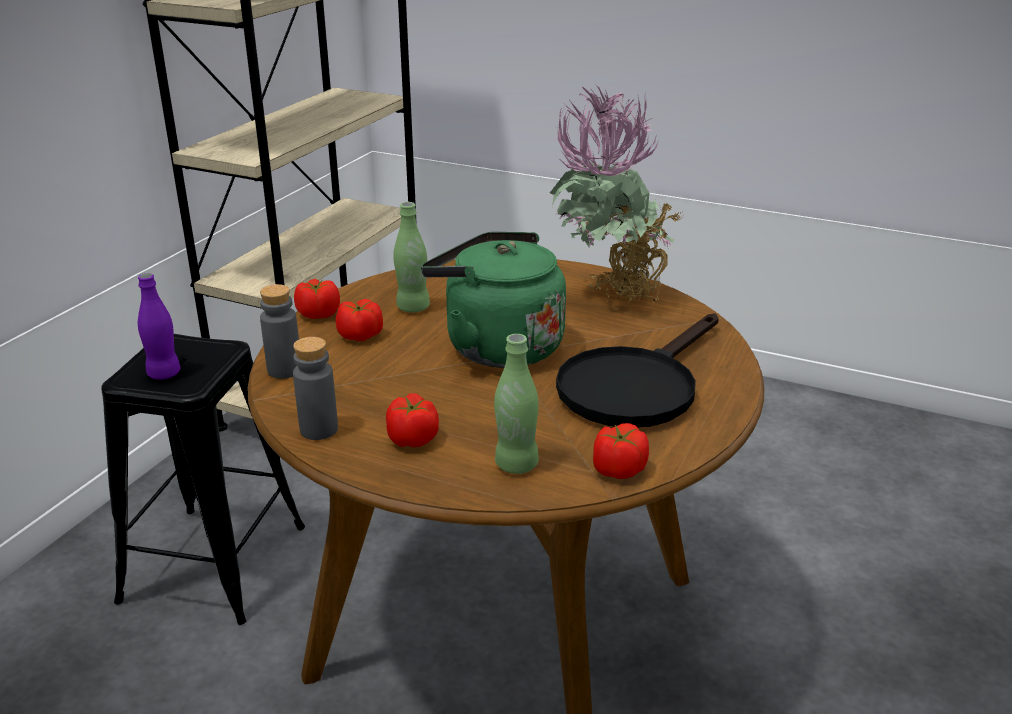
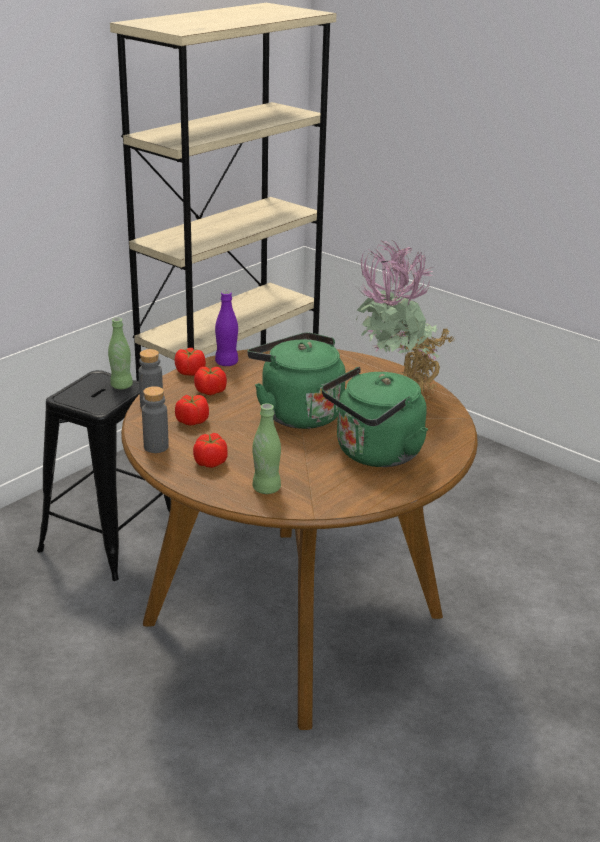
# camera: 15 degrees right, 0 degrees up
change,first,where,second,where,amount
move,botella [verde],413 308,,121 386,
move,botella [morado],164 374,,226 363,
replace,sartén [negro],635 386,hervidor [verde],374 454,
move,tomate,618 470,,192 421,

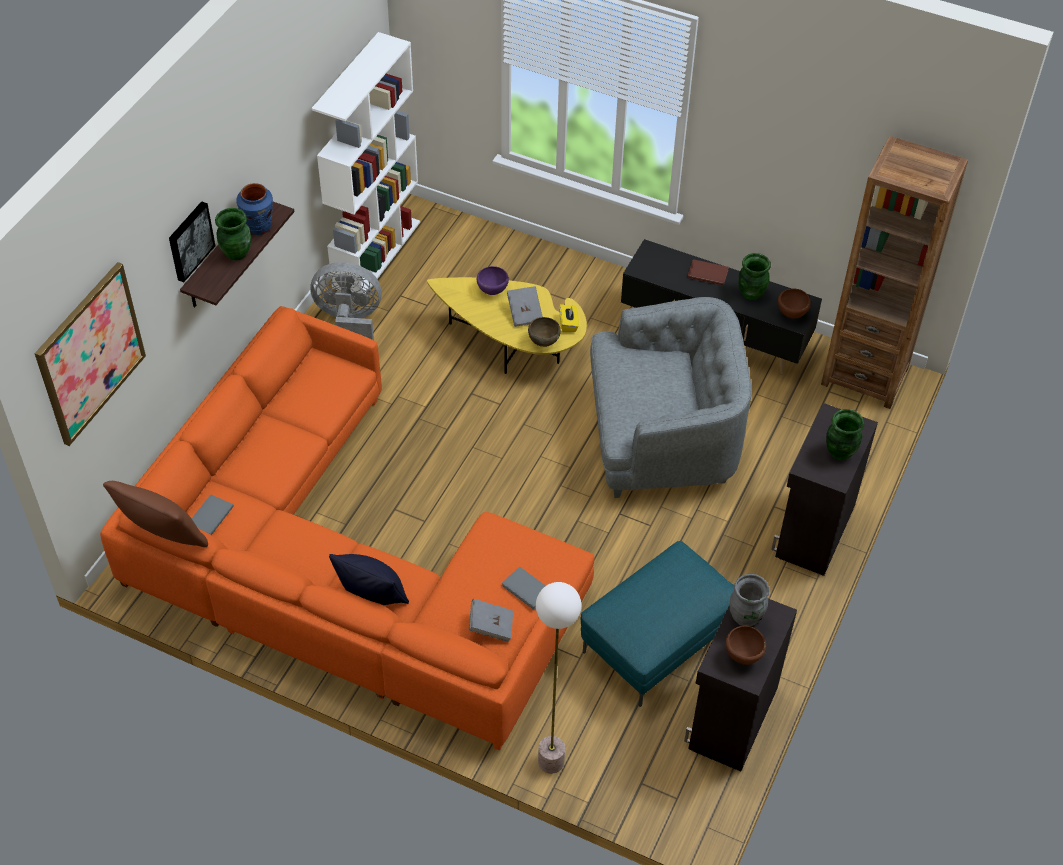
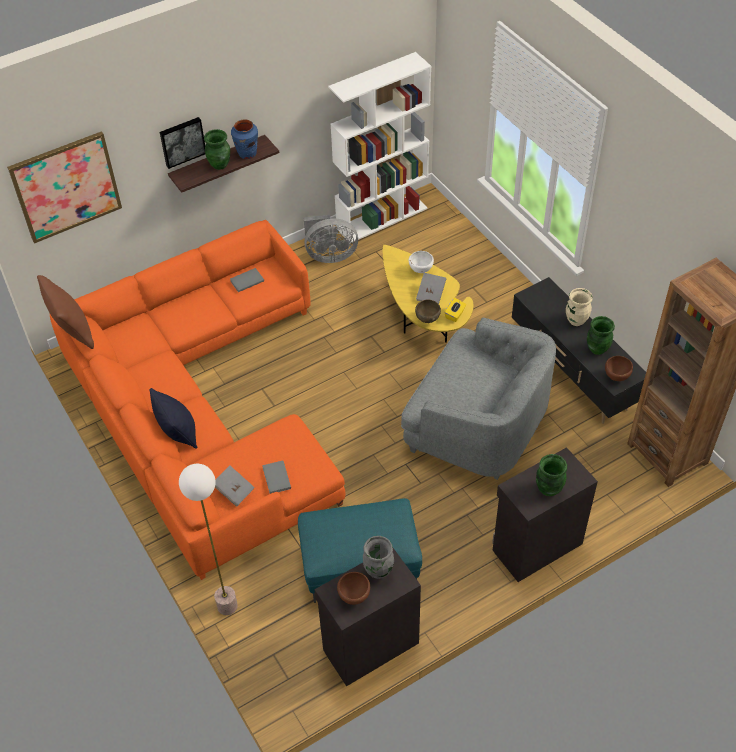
# camera: 35 degrees right, 0 degrees up
change,first,where,second,where,amount
replace,libro [marrón],707 273,florero [beis],576 320,
rotate,ventilador [gris],349 322,,329 255,135 degrees clockwise
recolor,cuenco [morado],492 291,cuenco [blanco],420 270,
move,libro [gris],209 516,,246 281,

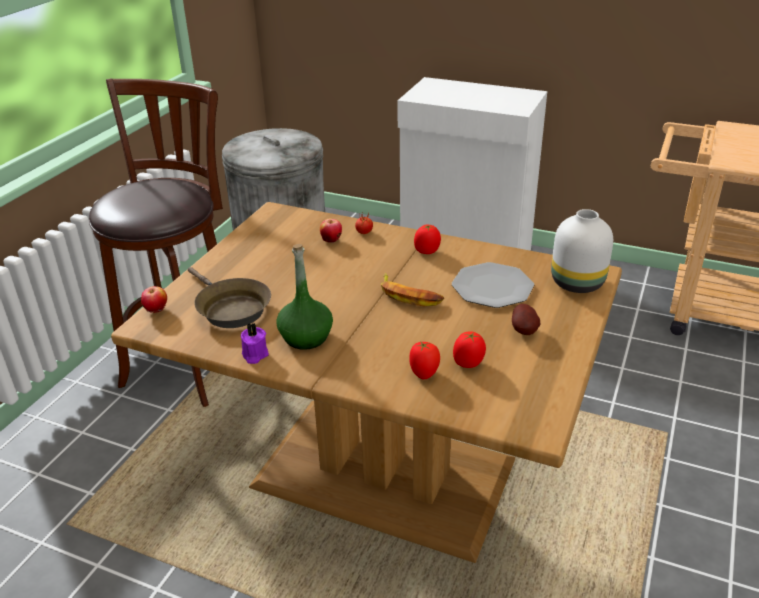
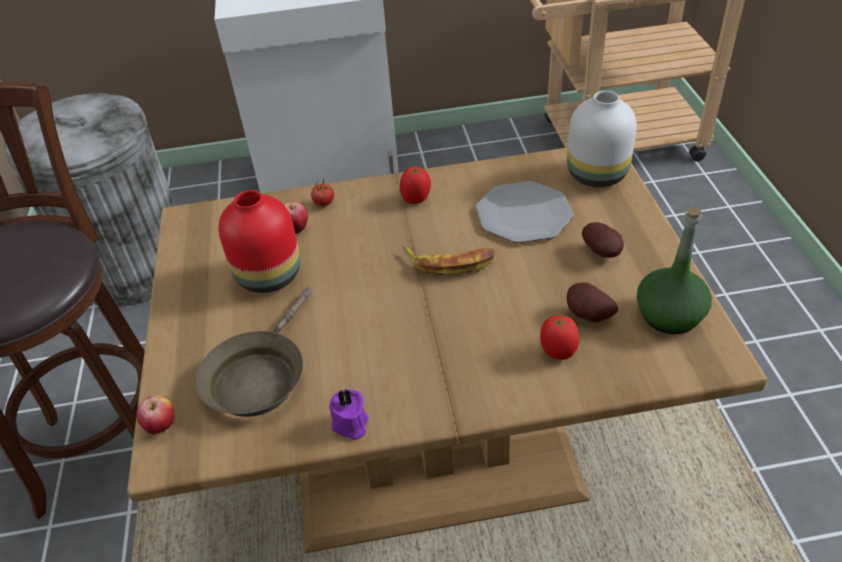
# camera: 30 degrees left, 10 degrees up
change,first,where,second,where,amount
move,botella [verde],305 337,,669 315,
rotate,sartén [marrón],230 308,,258 376,90 degrees clockwise
replace,tomate,468 363,patata,587 316,
insert,,,florero [rojo],270 276,

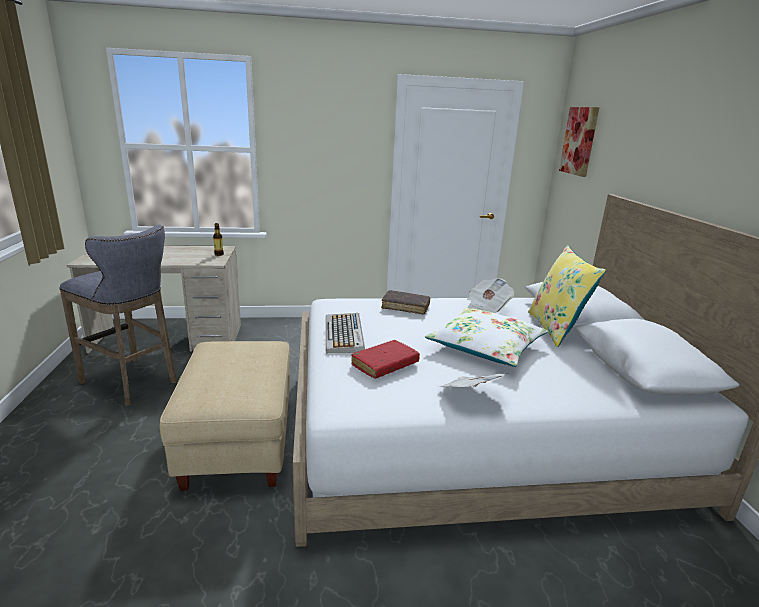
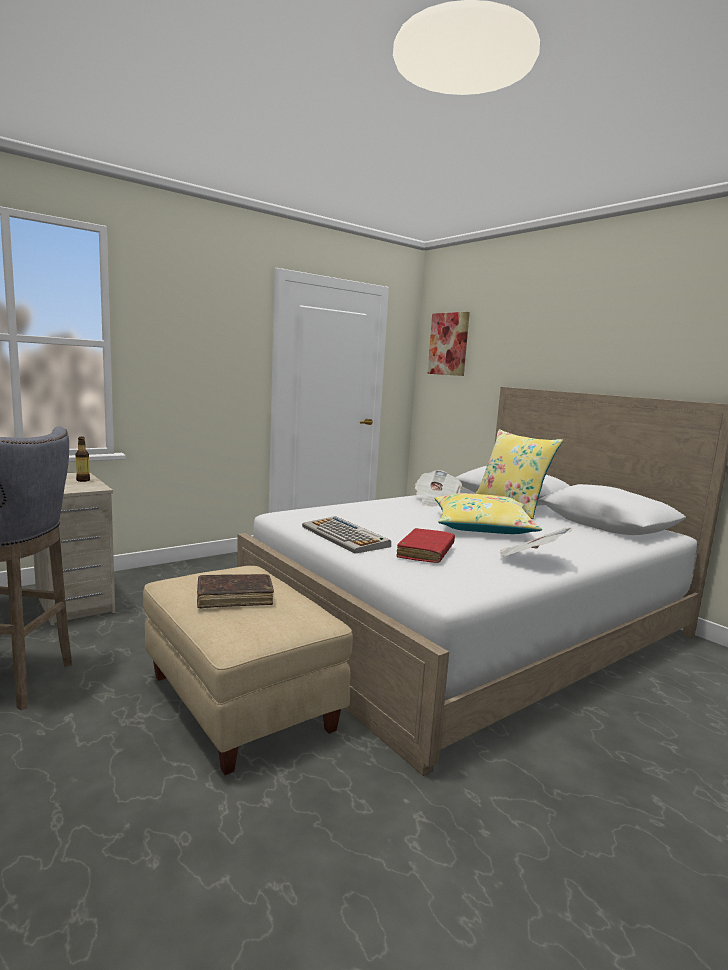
# camera: 30 degrees left, 10 degrees down
change,first,where,second,where,amount
move,libro [marrón],405 307,,235 598,
recolor,cojín [blanco],485 347,cojín [amarillo],482 527,

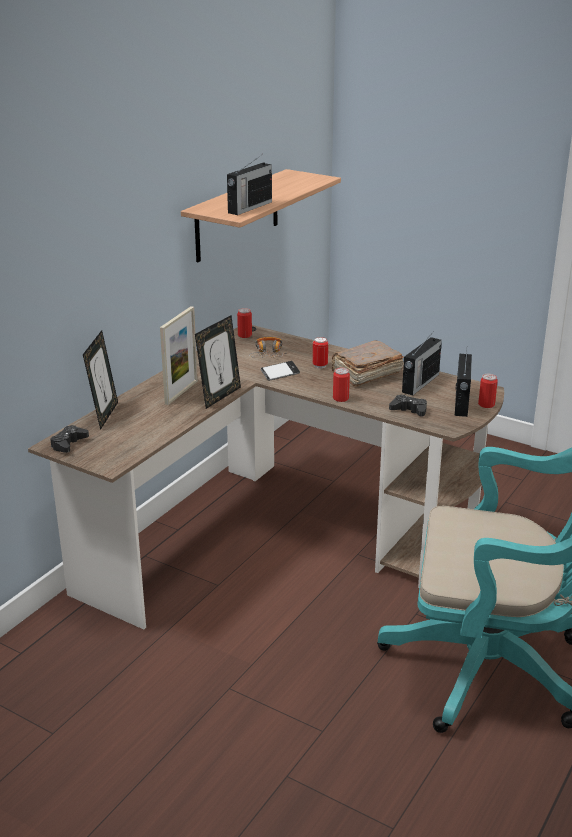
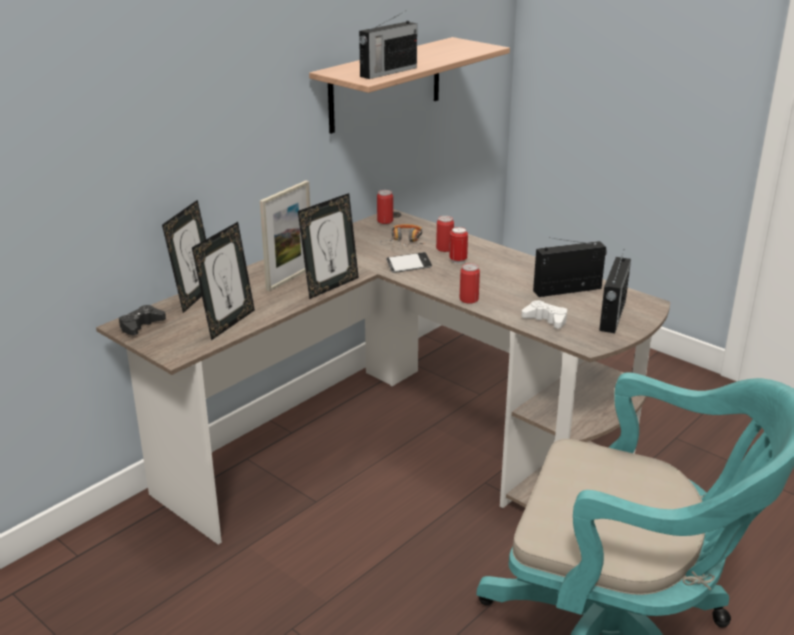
# camera: 10 degrees right, 0 degrees up
change,first,where,second,where,amount
rotate,radio,419 383,,568 289,150 degrees counterclockwise
delete,libro [marrón],365 374,,,
move,lata,486 404,,444 248,
recolor,mando de consola [negro],409 410,mando de consola [blanco],546 320,
insert,,,portarretratos,228 323,

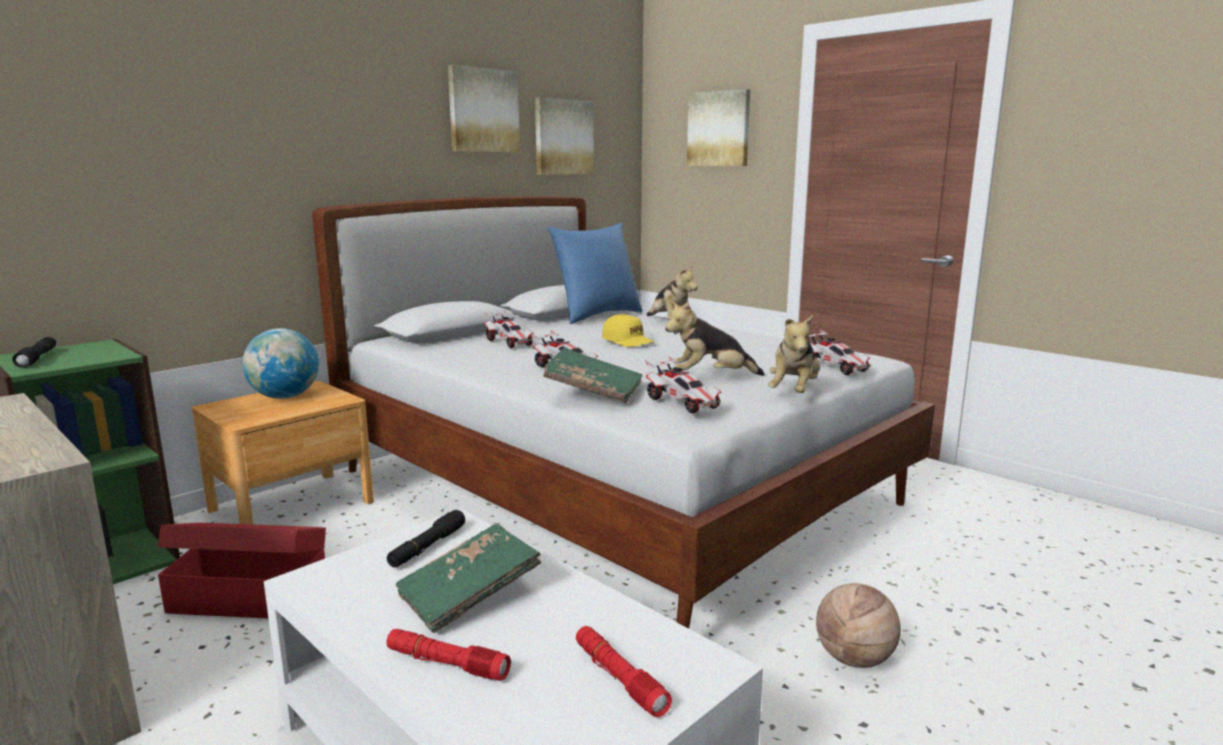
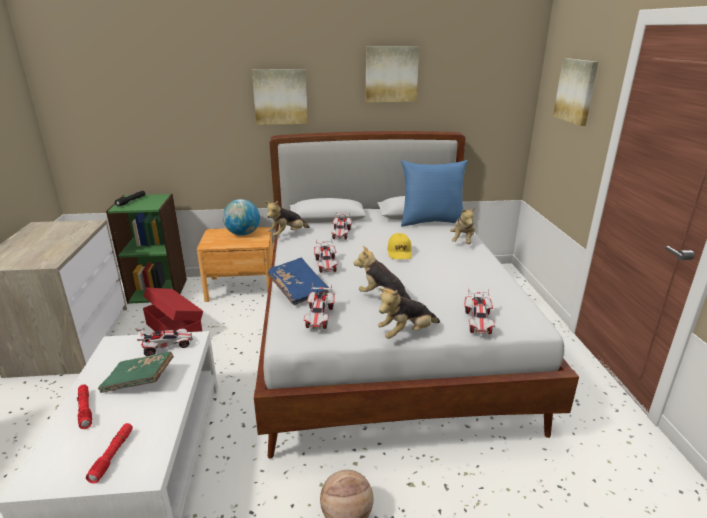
# camera: 40 degrees right, 10 degrees up
change,first,where,second,where,amount
move,cuadro,563 137,,280 97,
recolor,libro [verde],593 391,libro [azul],298 289,
replace,linterna [negro],427 547,coche de juguete,166 347,
insert,,,peluche,287 235,

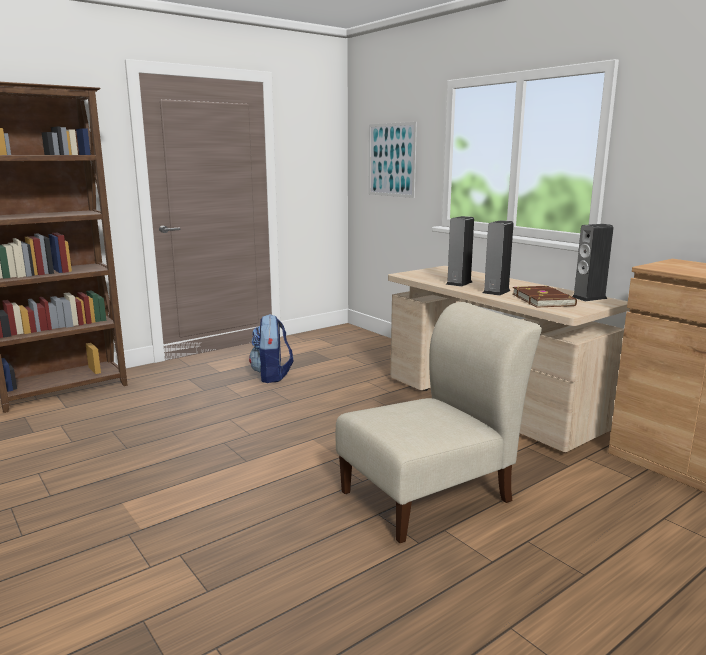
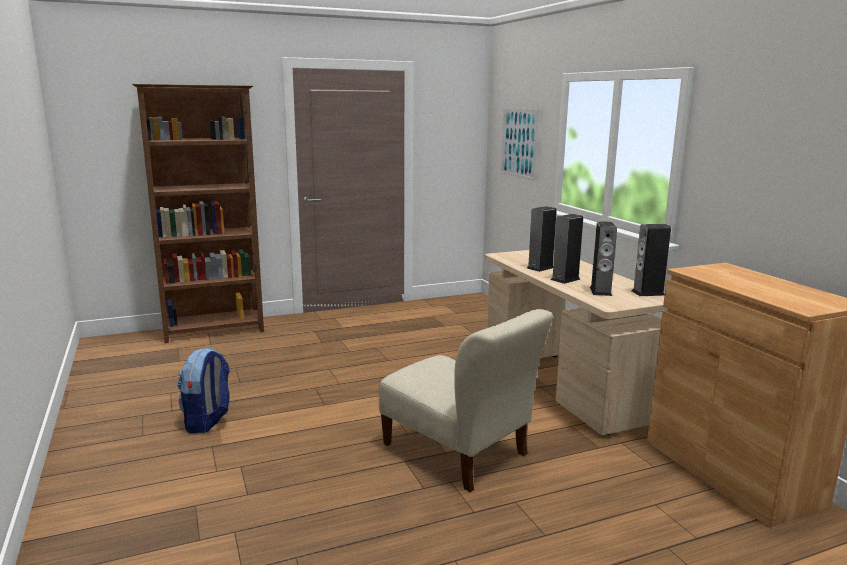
# camera: 15 degrees right, 0 degrees up
change,first,where,second,where,amount
replace,libro [marrón],543 300,altavoz,600 291,
rotate,silla [beis],431 494,,458 453,60 degrees clockwise
move,mochila,272 376,,208 421,

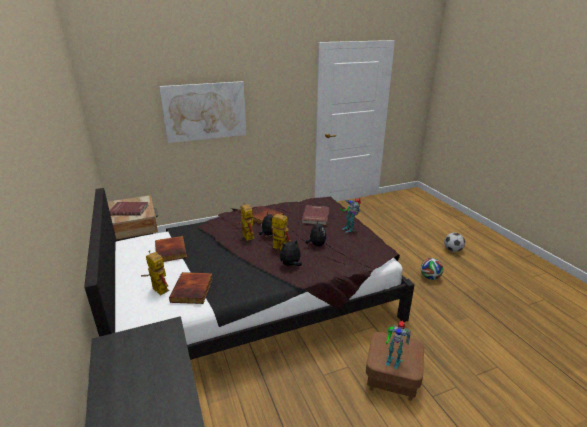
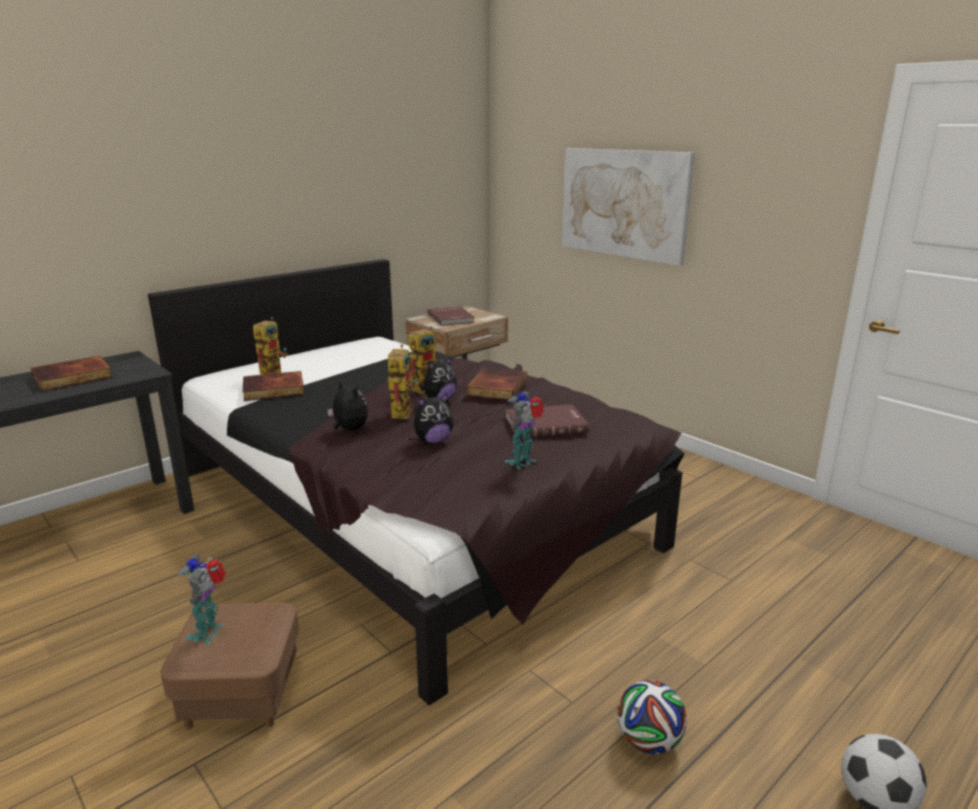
# camera: 70 degrees right, 5 degrees down
change,first,where,second,where,amount
move,libro,171 251,,72 378,

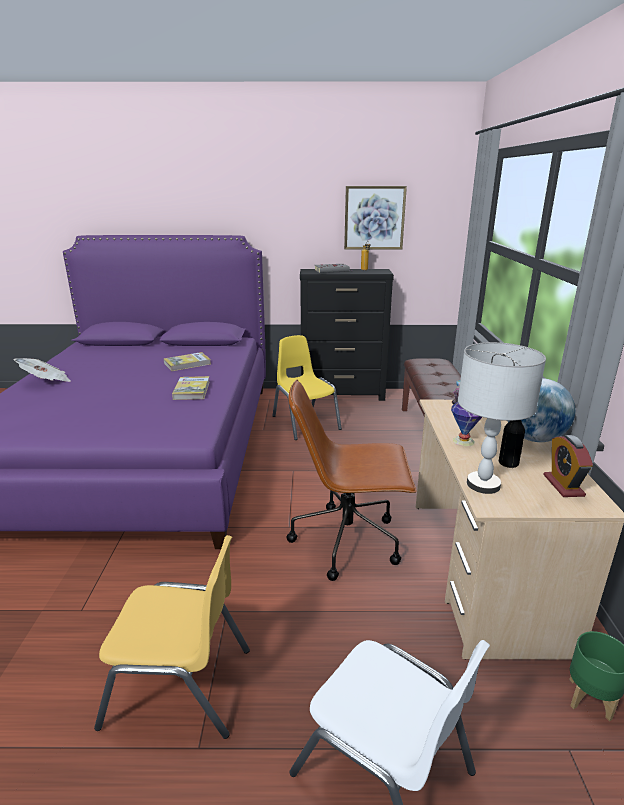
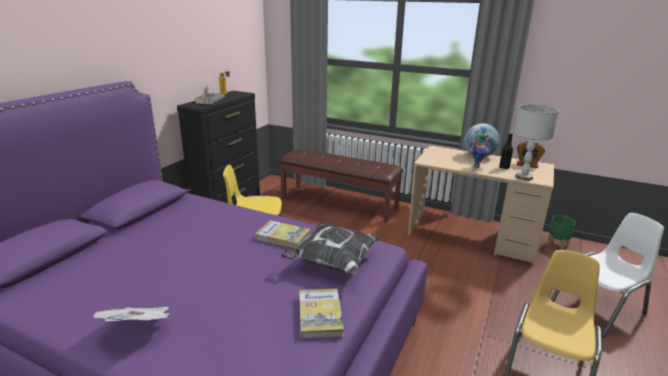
# camera: 65 degrees left, 0 degrees up
change,first,where,second,where,amount
delete,cuadro,374 218,,,
move,libro,187 364,,320 315,
delete,silla de oficina [marrón],348 541,,,
insert,,,cojín,332 262,

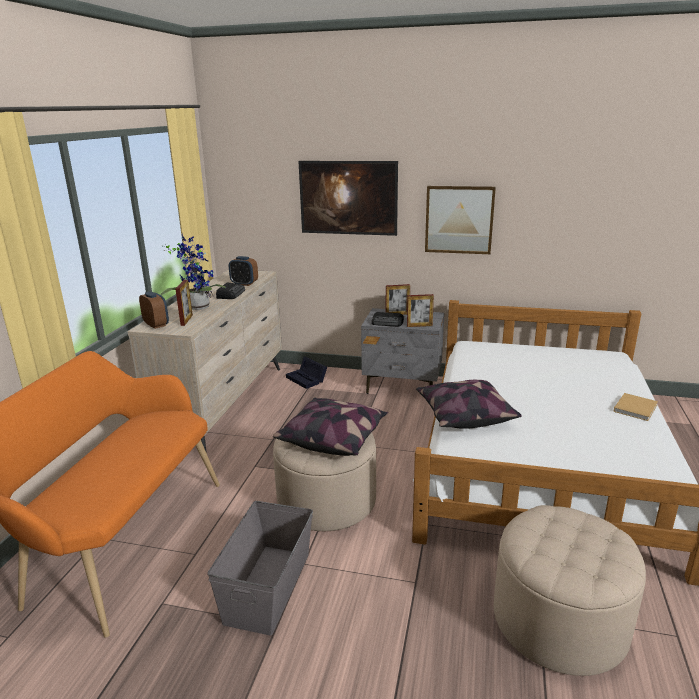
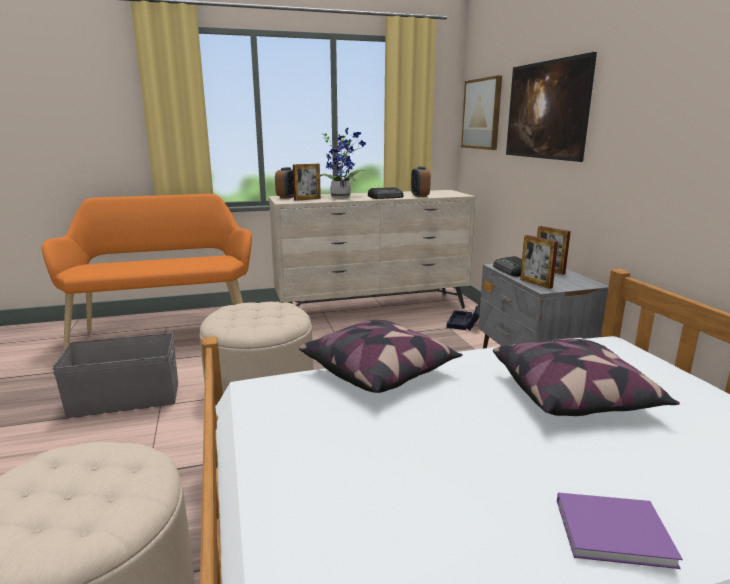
# camera: 60 degrees right, 5 degrees down
change,first,where,second,where,amount
move,cuadro,459 219,,482 114,
recolor,libro [beis],635 408,libro [morado],617 532,
move,cojín,333 438,,574 396,

